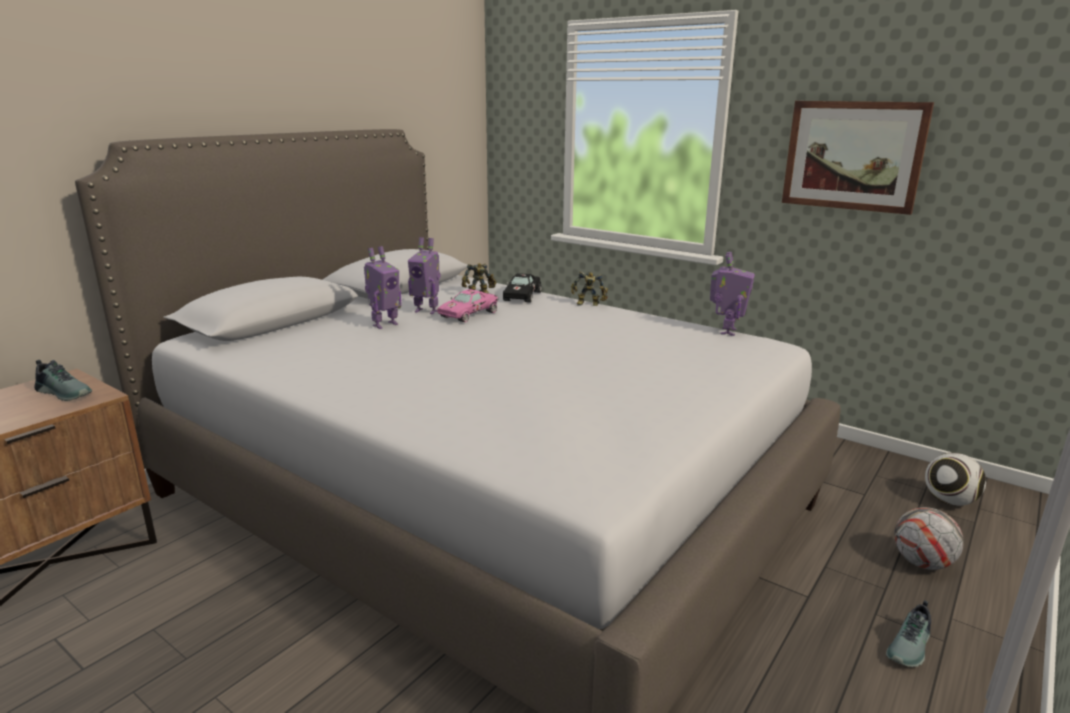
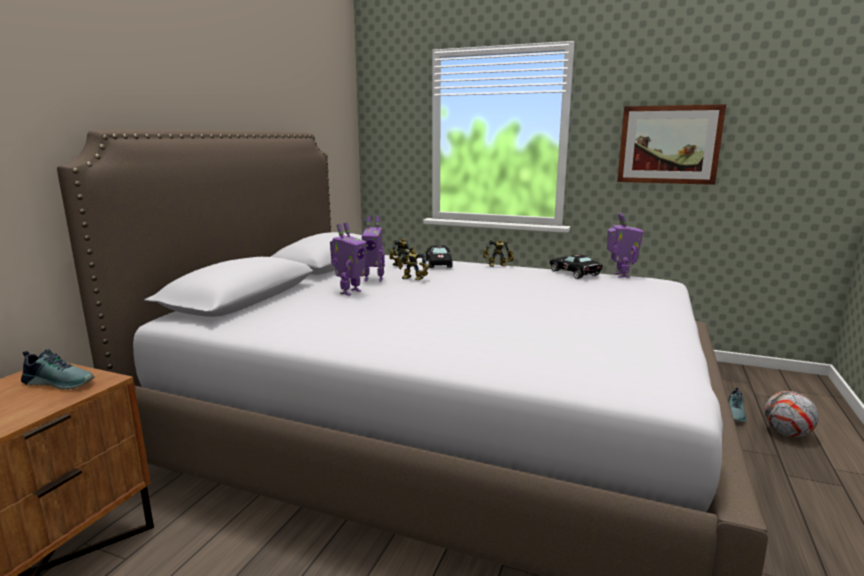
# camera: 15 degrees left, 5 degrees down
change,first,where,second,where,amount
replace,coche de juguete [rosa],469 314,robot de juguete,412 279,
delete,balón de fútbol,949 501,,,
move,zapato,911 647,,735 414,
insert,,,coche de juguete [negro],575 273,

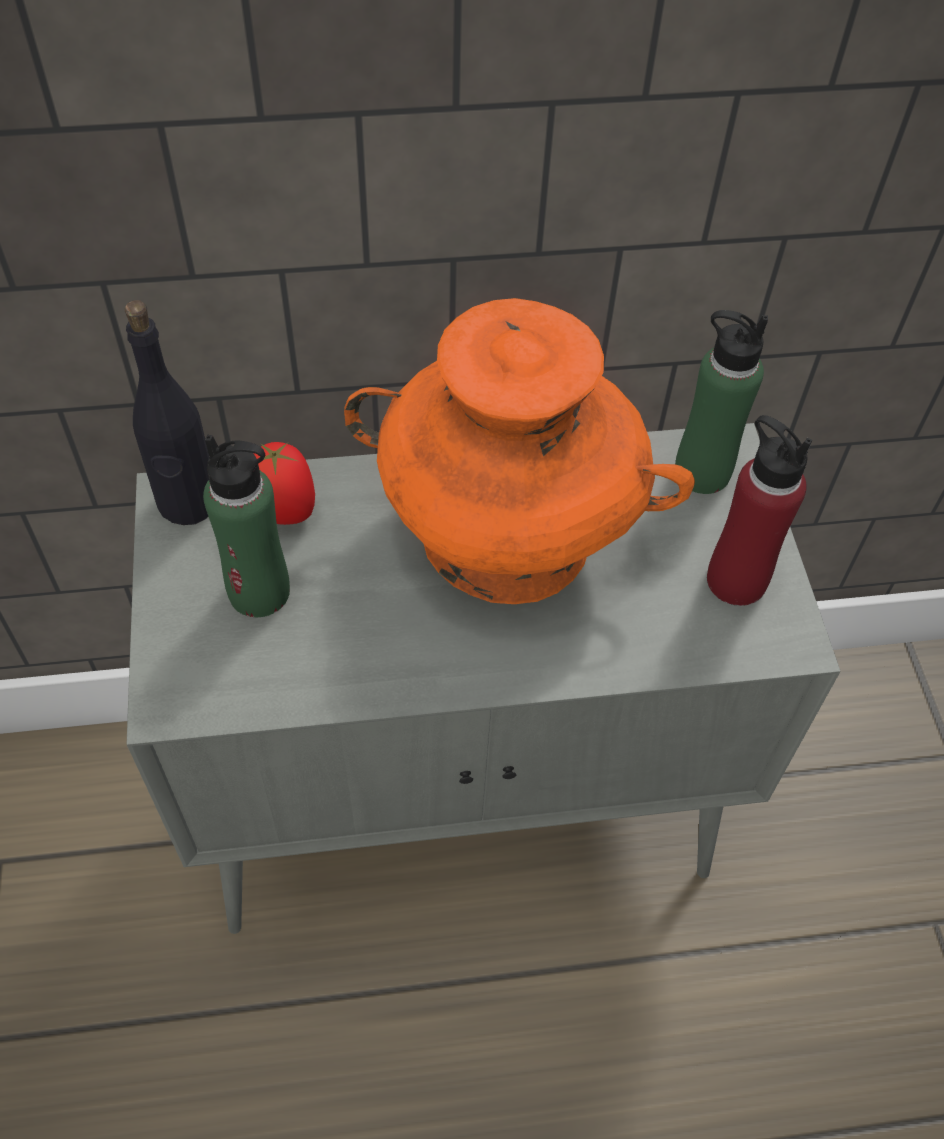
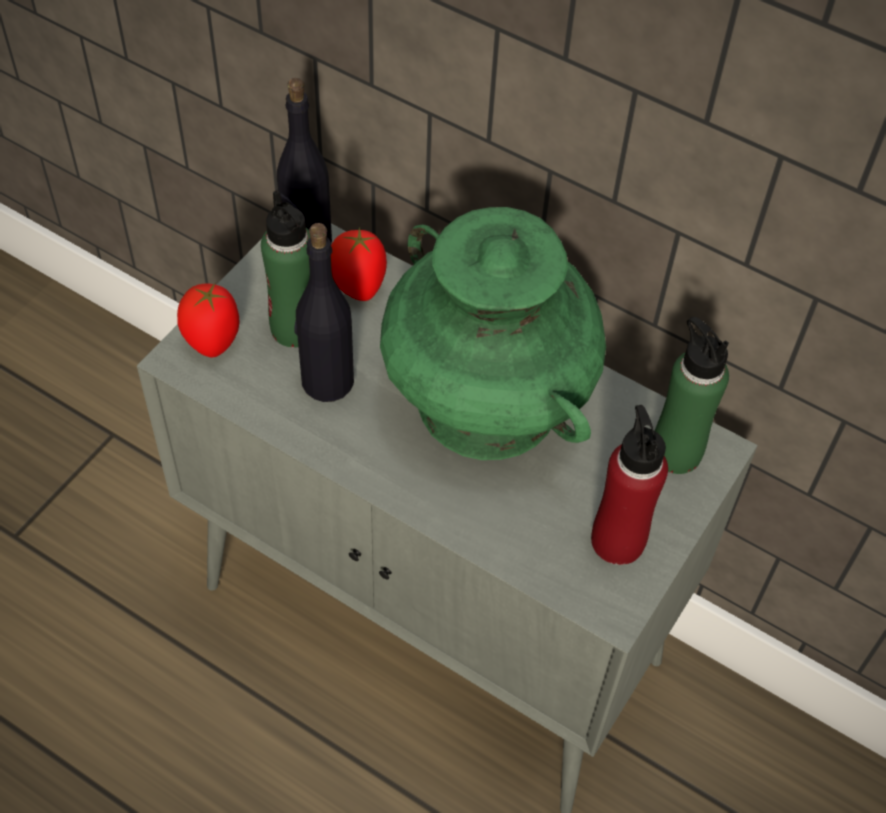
# camera: 40 degrees right, 0 degrees up
change,first,where,second,where,amount
recolor,florero [naranja],508 536,florero [verde],488 401,
insert,,,botella [negro],326 381,
insert,,,tomate,212 341,

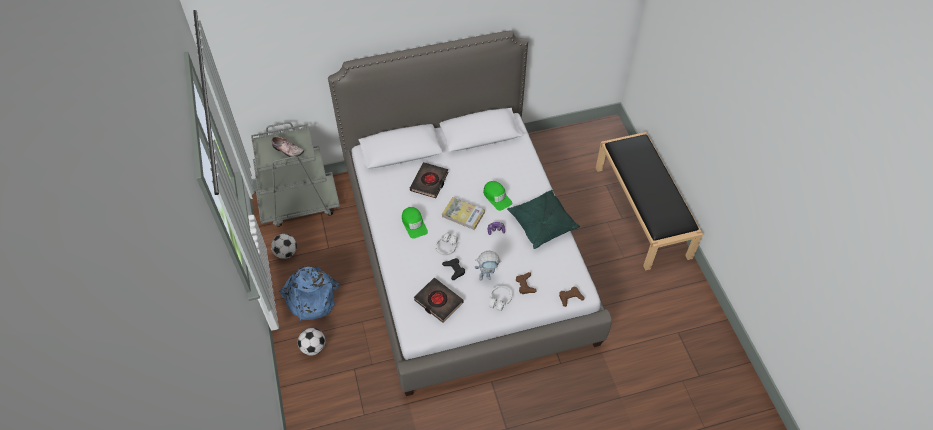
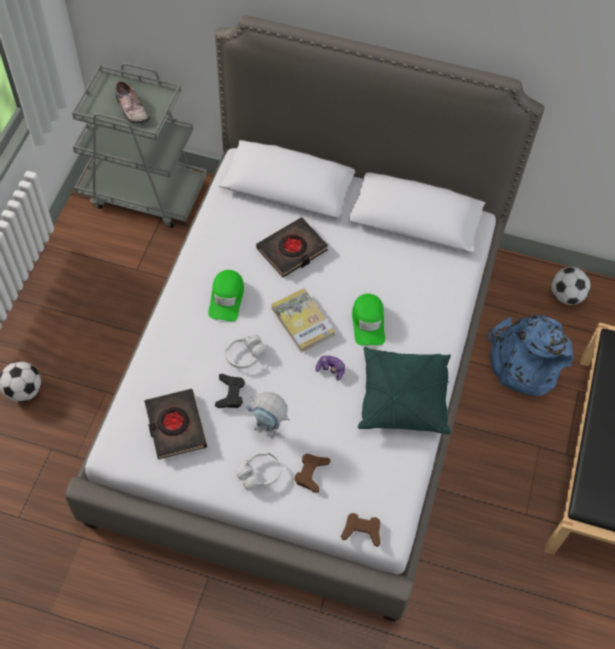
# camera: 30 degrees right, 5 degrees up
change,first,where,second,where,amount
move,balón de fútbol,286 253,,566 296,
move,mochila [azul],310 299,,524 362,

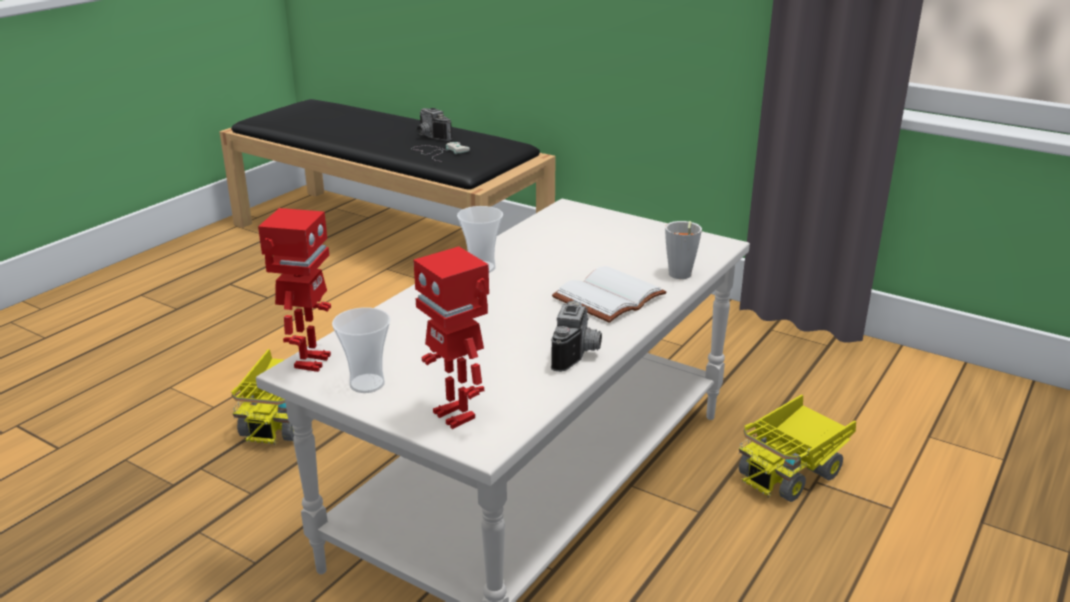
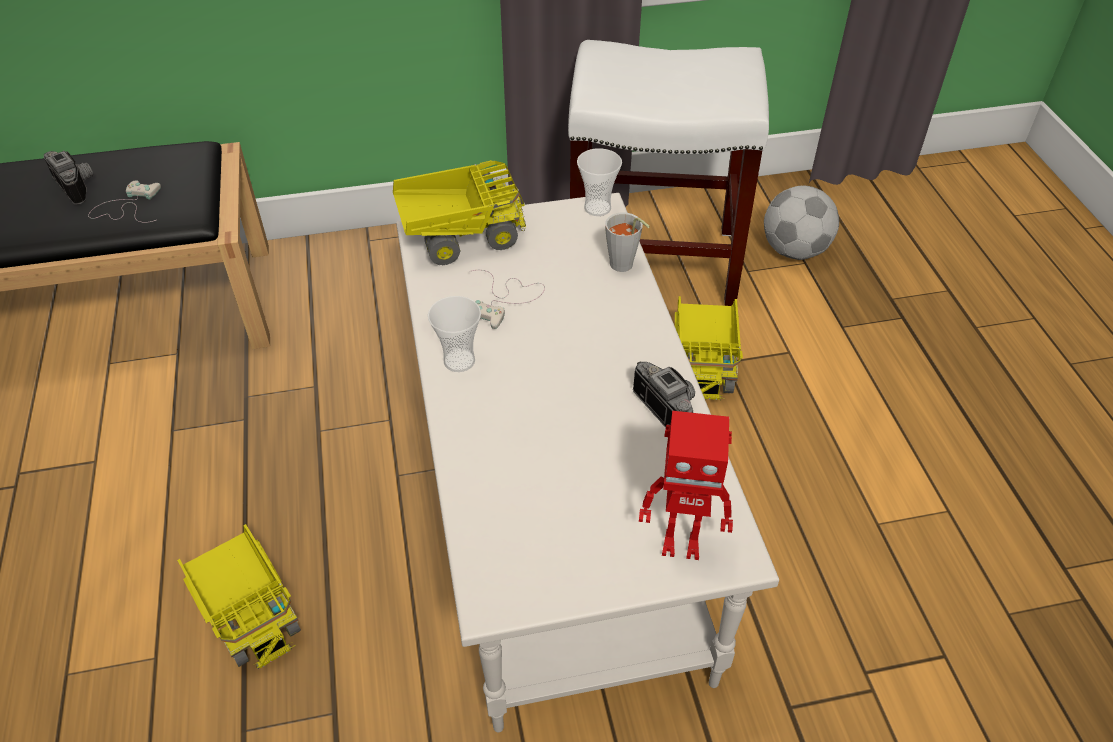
# camera: 45 degrees left, 20 degrees up
change,first,where,second,where,amount
rotate,cámara,430 137,,79 185,135 degrees counterclockwise
delete,robot de juguete,310 361,,,
delete,libro [blanco],610 299,,,
move,taza,367 384,,597 208,
insert,,,taburete [blanco],654 261,
insert,,,camión de juguete,459 237,
insert,,,balón de fútbol,794 251,
insert,,,mando de consola [blanco],503 300,

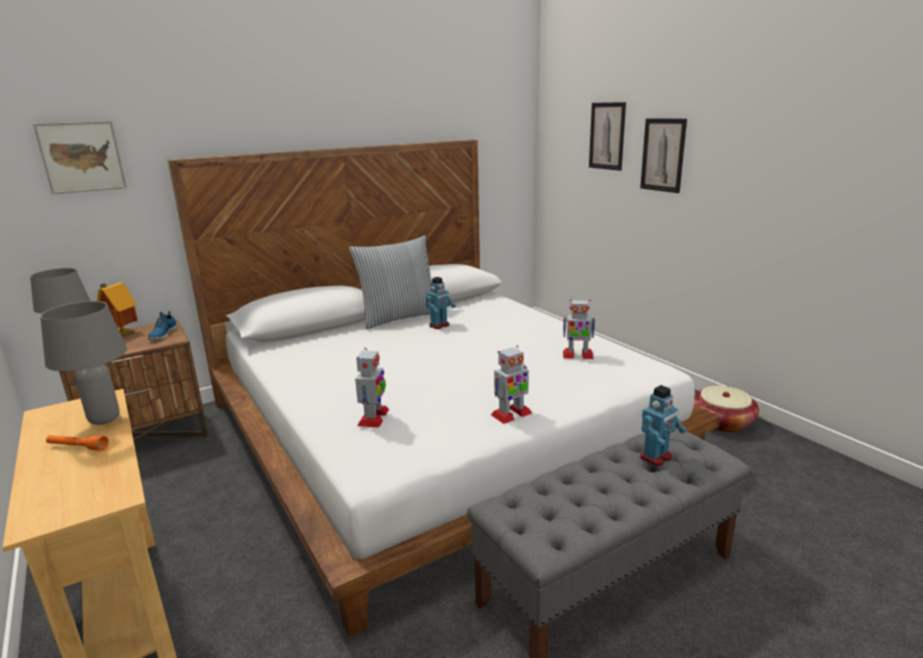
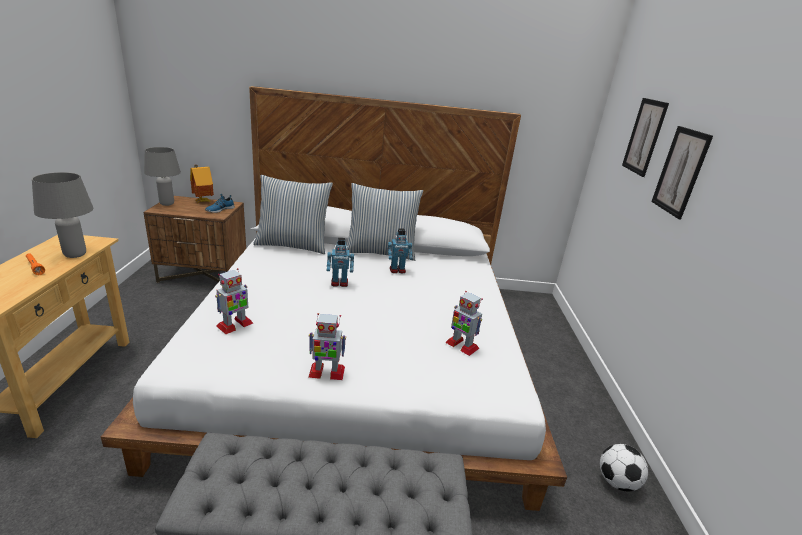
# camera: 30 degrees right, 5 degrees up
change,first,where,second,where,amount
delete,cuadro,82 157,,,
move,robot de juguete,656 457,,339 283,
replace,cesta,722 423,balón de fútbol,616 482,
insert,,,cojín,293 245,

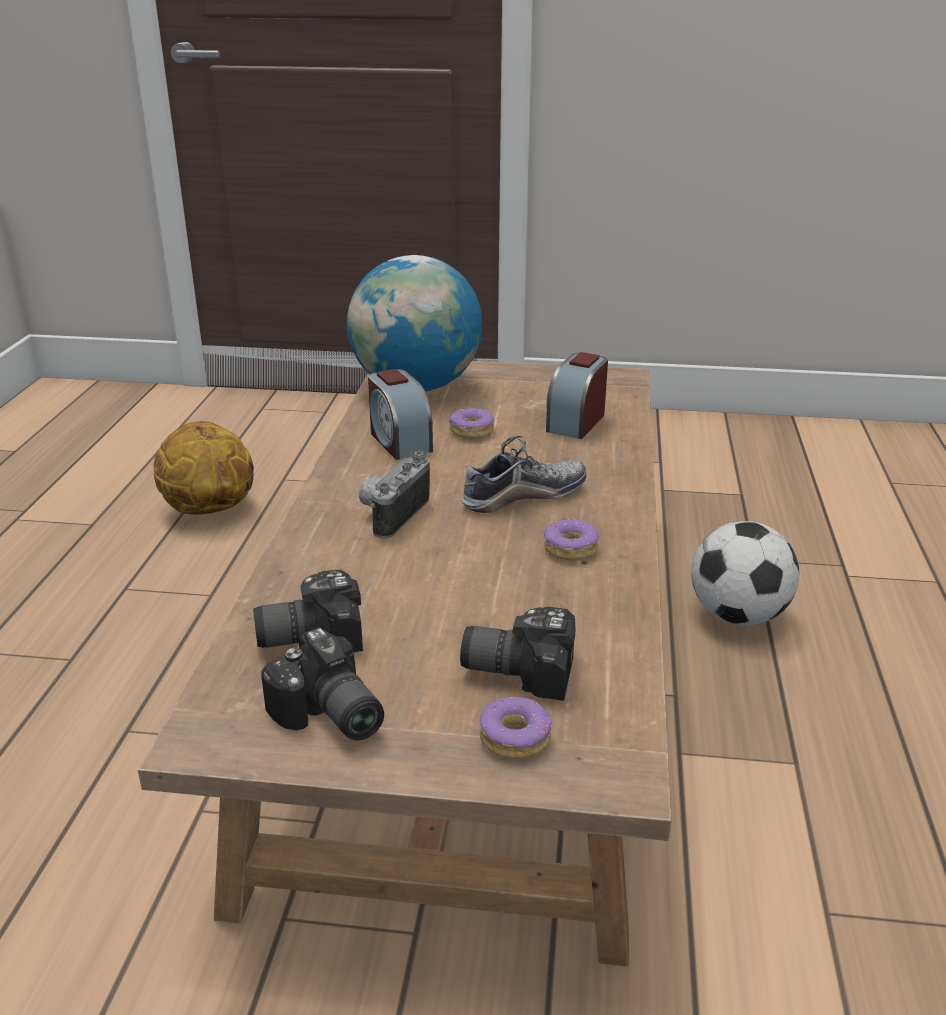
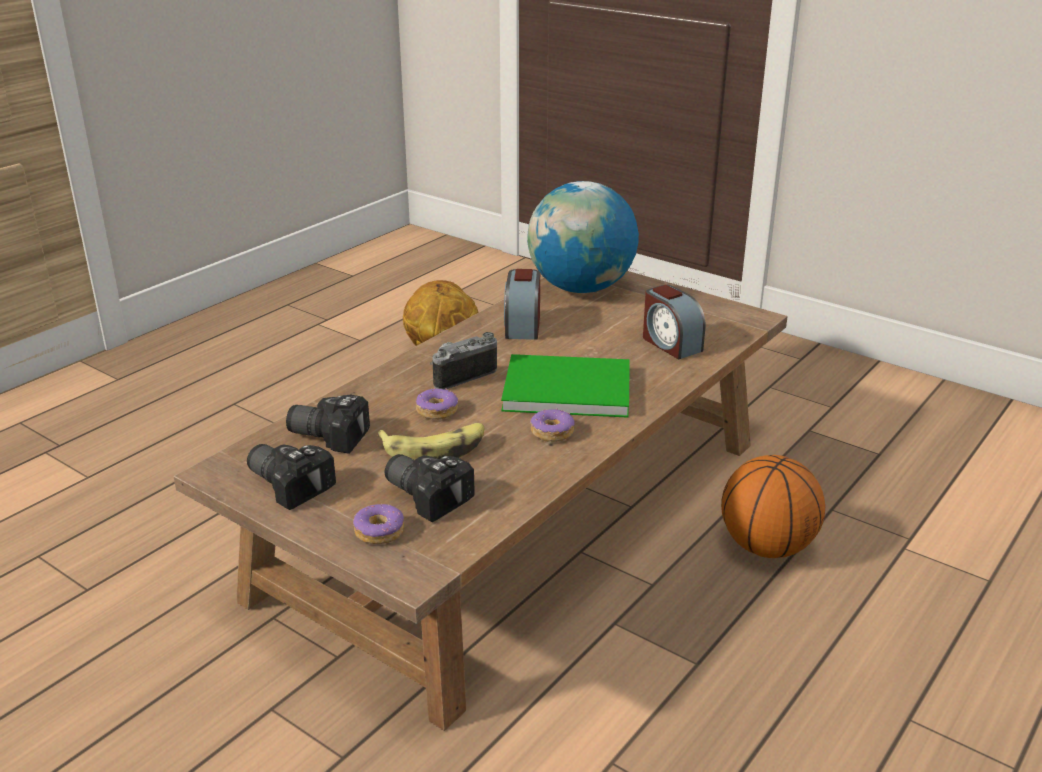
# camera: 30 degrees right, 0 degrees up
change,first,where,second,where,amount
rotate,despertador,576 422,,670 344,90 degrees counterclockwise
move,rosquilla,471 431,,436 411,
replace,zapato,523 496,libro [verde],563 387,
replace,balón de fútbol,738 616,balón de baloncesto,766 547,
rotate,cámara,327 717,,291 483,135 degrees clockwise
insert,,,plátano,435 449,

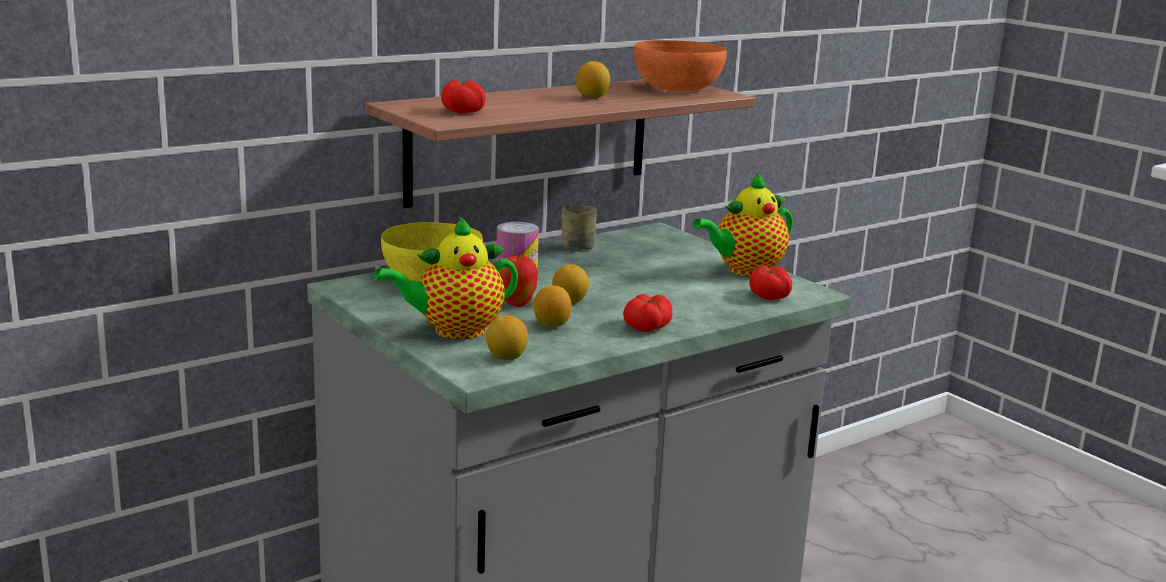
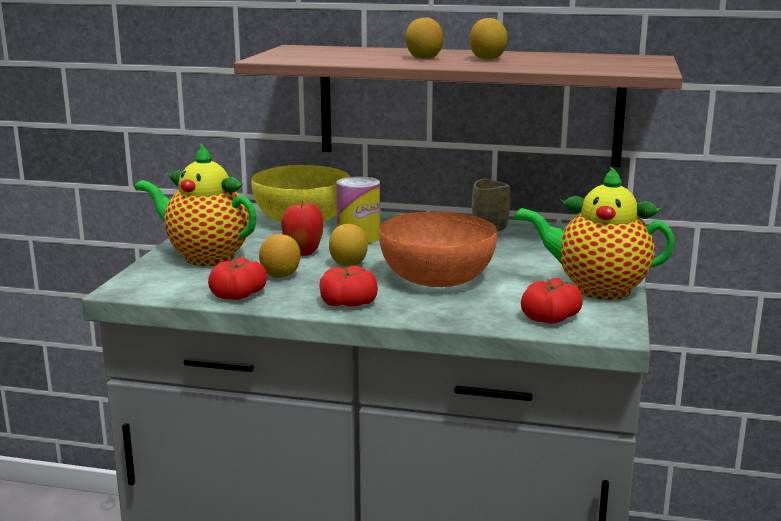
# camera: 50 degrees right, 0 degrees up
change,first,where,second,where,amount
move,cuenco [naranja],676 88,,435 278,
move,tomate,462 111,,238 294,
move,limón,506 357,,424 58,

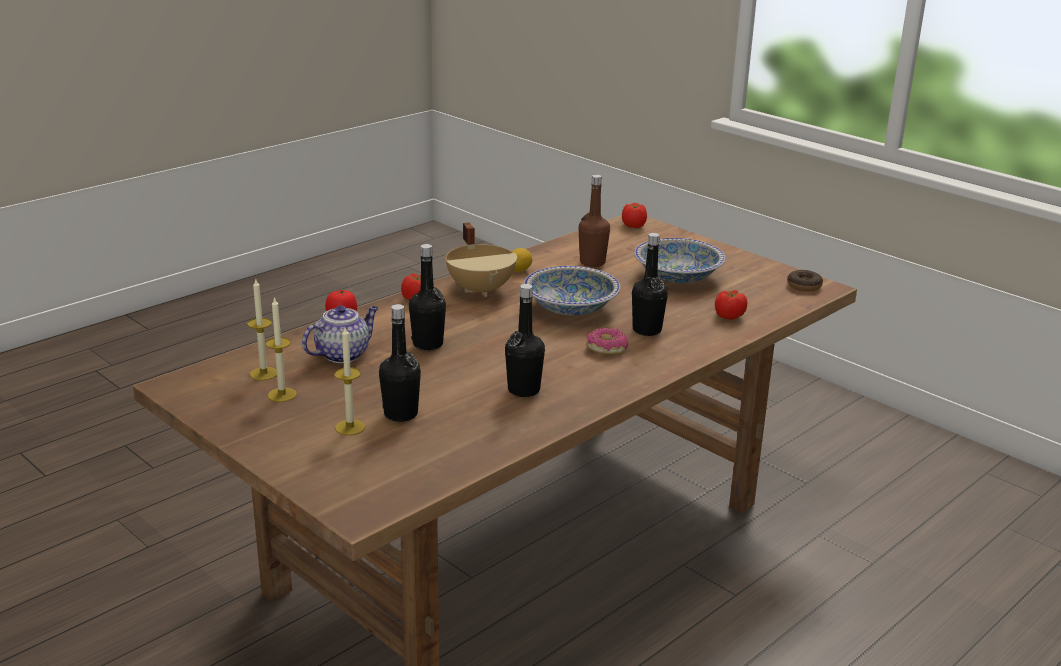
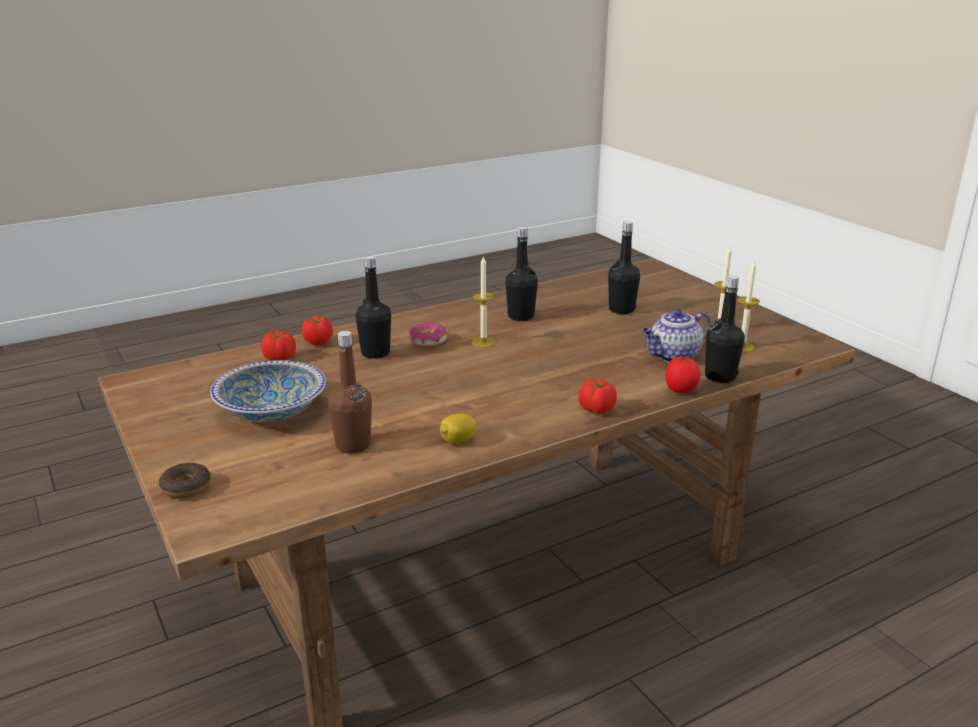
# camera: 165 degrees left, 0 degrees up
change,first,where,second,where,amount
move,tomate,633 226,,318 342,
delete,olla [beis],482 289,,,
move,botella [negro],428 344,,720 377,
delete,cuenco,571 308,,,
move,rosquilla,804 286,,186 487,
move,vela,350 427,,483 342,

